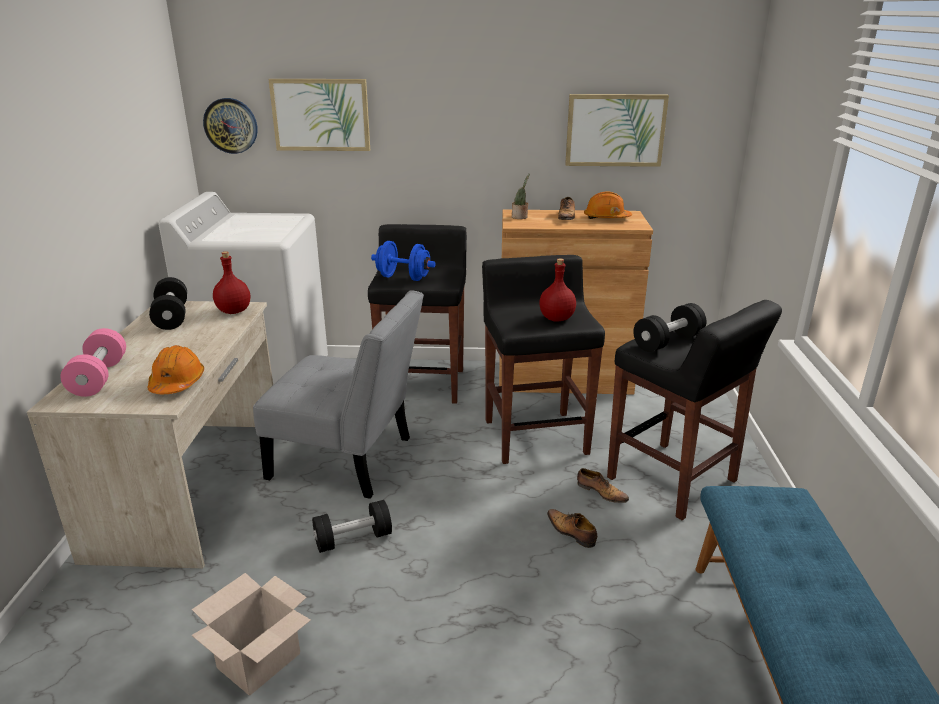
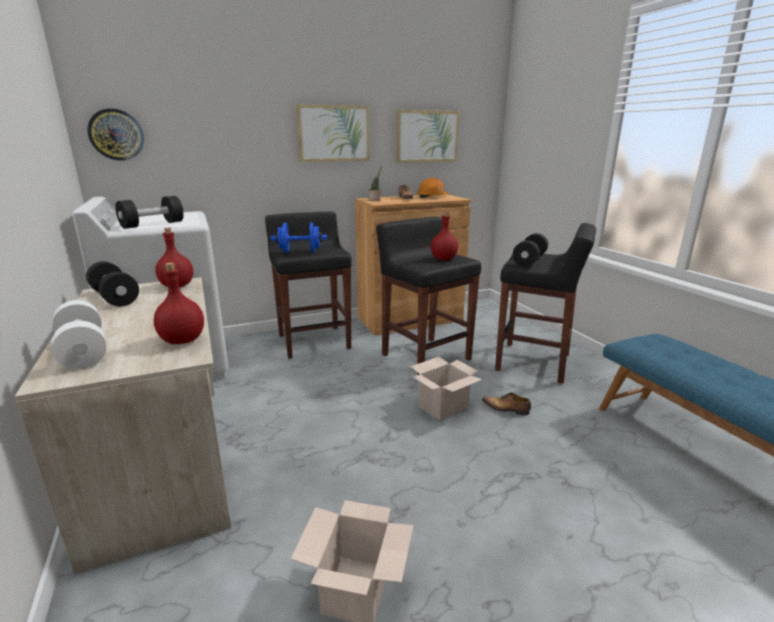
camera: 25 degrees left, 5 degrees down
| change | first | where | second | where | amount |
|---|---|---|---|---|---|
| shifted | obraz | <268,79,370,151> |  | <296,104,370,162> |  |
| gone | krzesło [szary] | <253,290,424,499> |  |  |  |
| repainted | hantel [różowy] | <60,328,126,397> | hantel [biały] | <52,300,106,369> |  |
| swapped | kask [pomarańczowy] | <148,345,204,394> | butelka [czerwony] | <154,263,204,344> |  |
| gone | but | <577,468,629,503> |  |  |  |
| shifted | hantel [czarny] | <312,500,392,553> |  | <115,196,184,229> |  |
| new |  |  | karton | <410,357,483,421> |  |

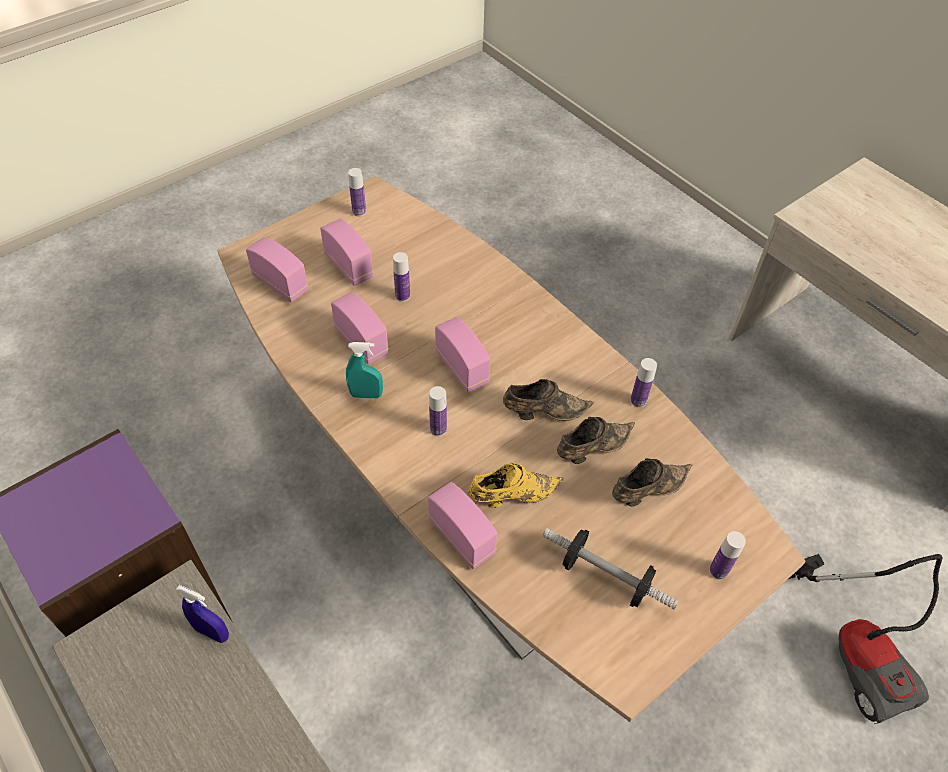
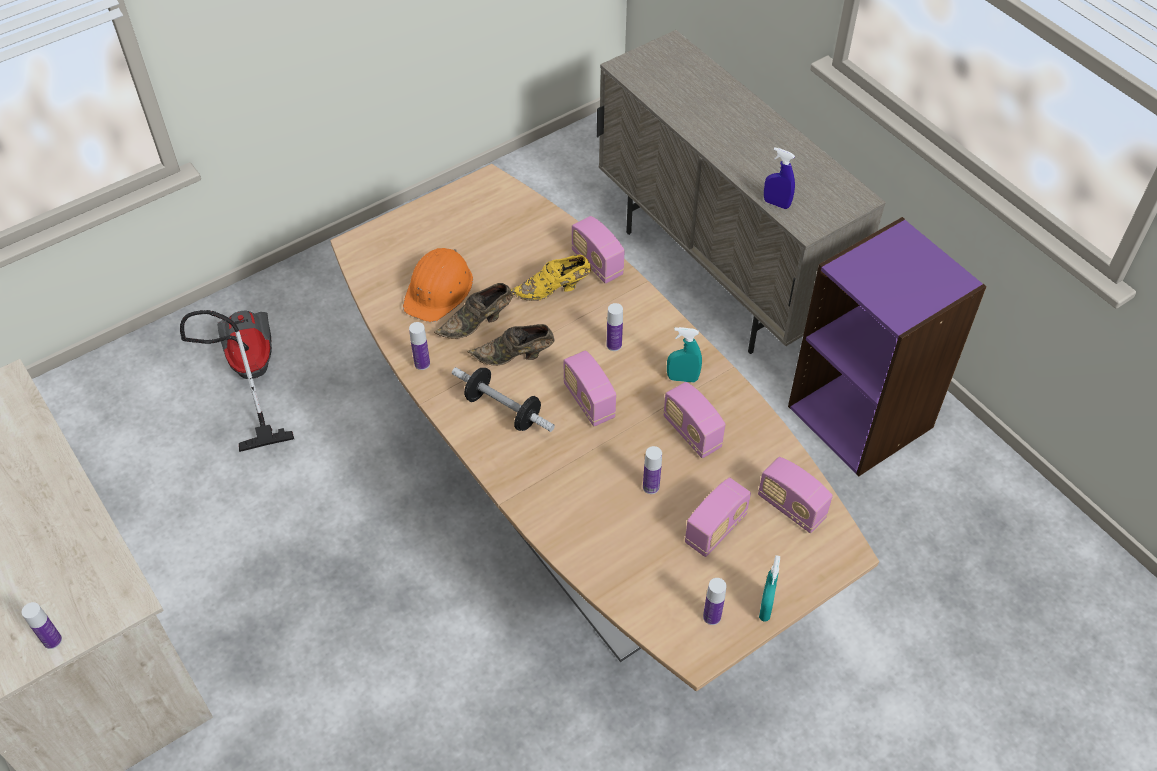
camera: 175 degrees left, 0 degrees up
| change | first | where | second | where | amount |
|---|---|---|---|---|---|
| rotated | radio | <320,219,373,286> |  | <685,477,751,557> | 105 degrees counterclockwise |
| swapped | but [brązowy] | <612,458,692,506> | kask [pomarańczowy] | <403,248,473,322> |  |
| shifted | hantel | <543,528,678,610> |  | <452,367,555,432> |  |
| shifted | butelka | <709,531,746,580> |  | <22,602,62,649> |  |
| new |  |  | spryskiwacz [turkusowy] | <759,555,780,622> |  |

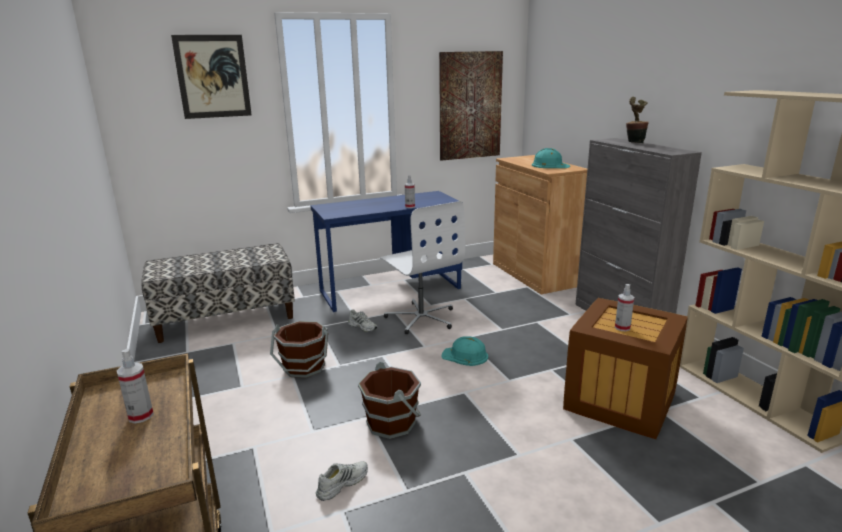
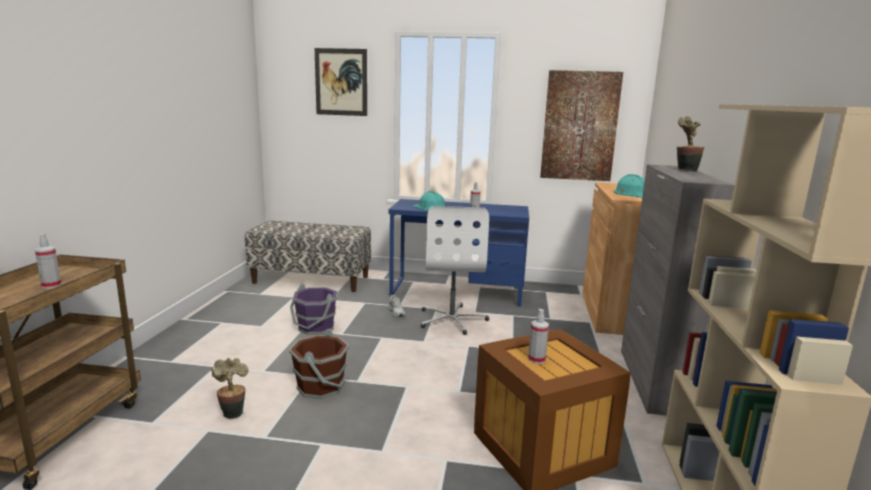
camera: 30 degrees right, 5 degrees down
| change | first | where | second | where | amount |
|---|---|---|---|---|---|
| repainted | wiadro [brązowy] | <270,321,328,378> | wiadro [fioletowy] | <290,284,338,335> |  |
| shifted | kask [turkusowy] | <441,336,488,366> |  | <413,191,445,211> |  |
| swapped | but [biały] | <316,461,368,501> | roślina doniczkowa | <211,358,248,419> |  |

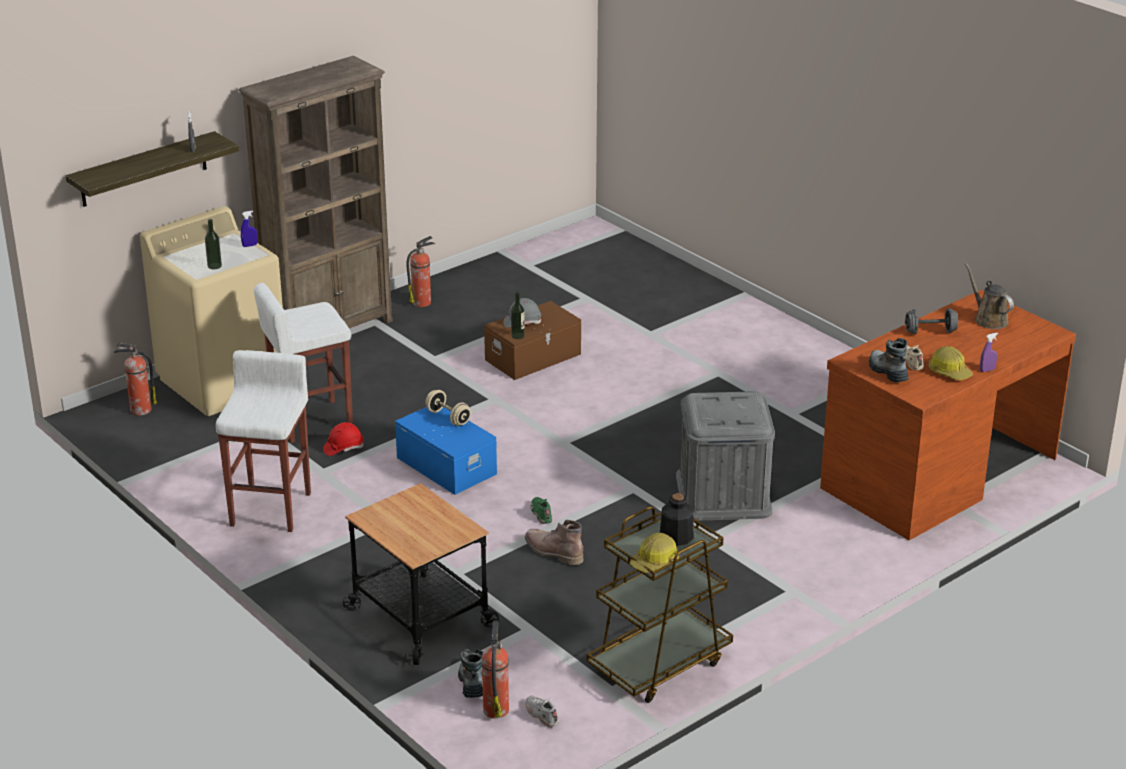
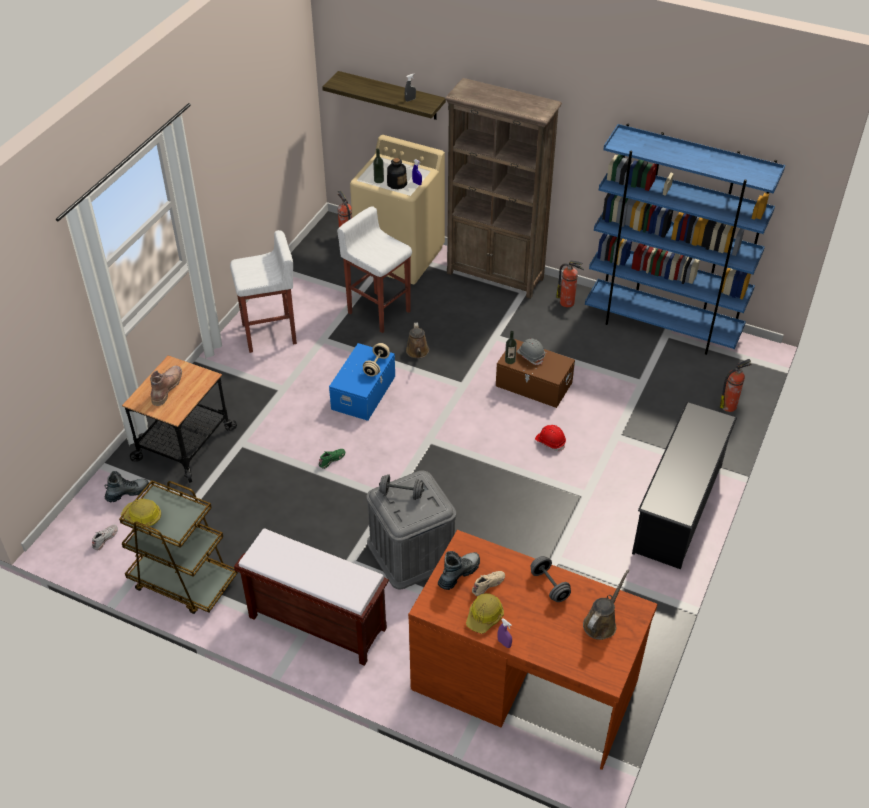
camera: 65 degrees right, 15 degrees up
| change | first | where | second | where | amount |
|---|---|---|---|---|---|
| shifted | kask [czerwony] | <323,422,364,456> |  | <535,425,566,451> |  |
| shifted | butelka | <660,493,694,546> |  | <387,158,407,189> |  |
| shifted | but z cholewką [brązowy] | <525,520,584,565> |  | <150,366,182,406> |  |
| shifted | gaśnica | <481,622,509,718> |  | <720,359,752,412> |  |
| new |  |  | regał [niebieski] | <585,124,785,355> |  |
| new |  |  | konewka [brązowy] | <406,322,429,358> |  |
| new |  |  | regał na buty [czarny] | <632,402,737,569> |  |
| new |  |  | hantel [szary] | <379,474,424,500> |  |
| new |  |  | ławka [brązowy] | <234,528,389,666> |  |

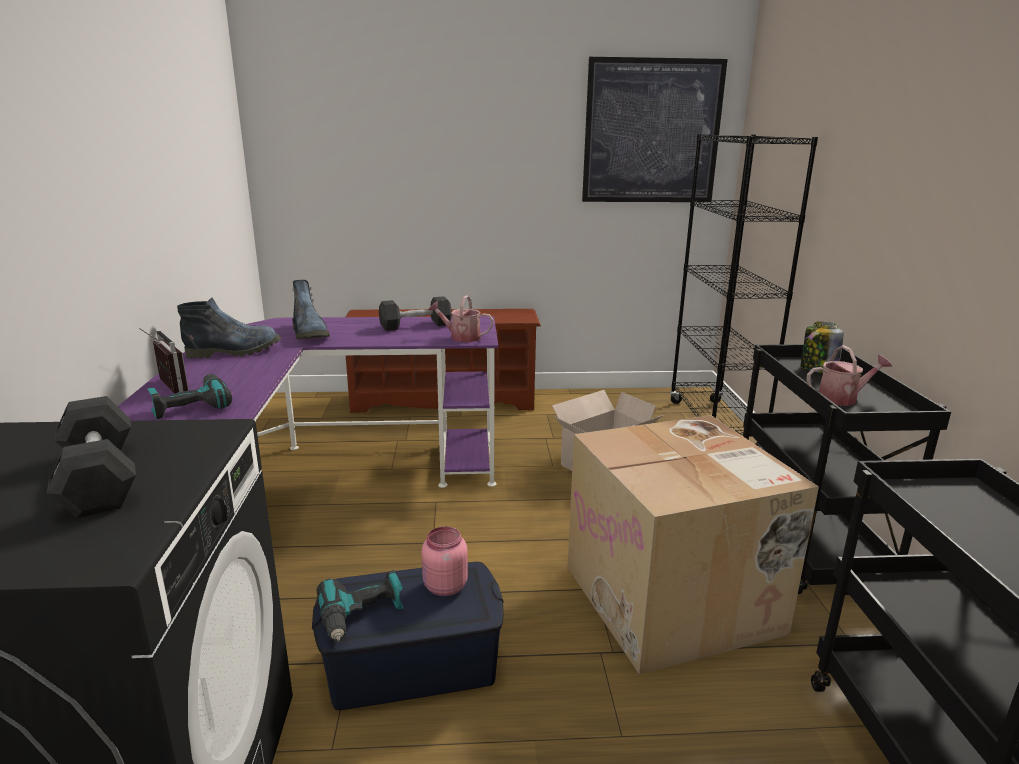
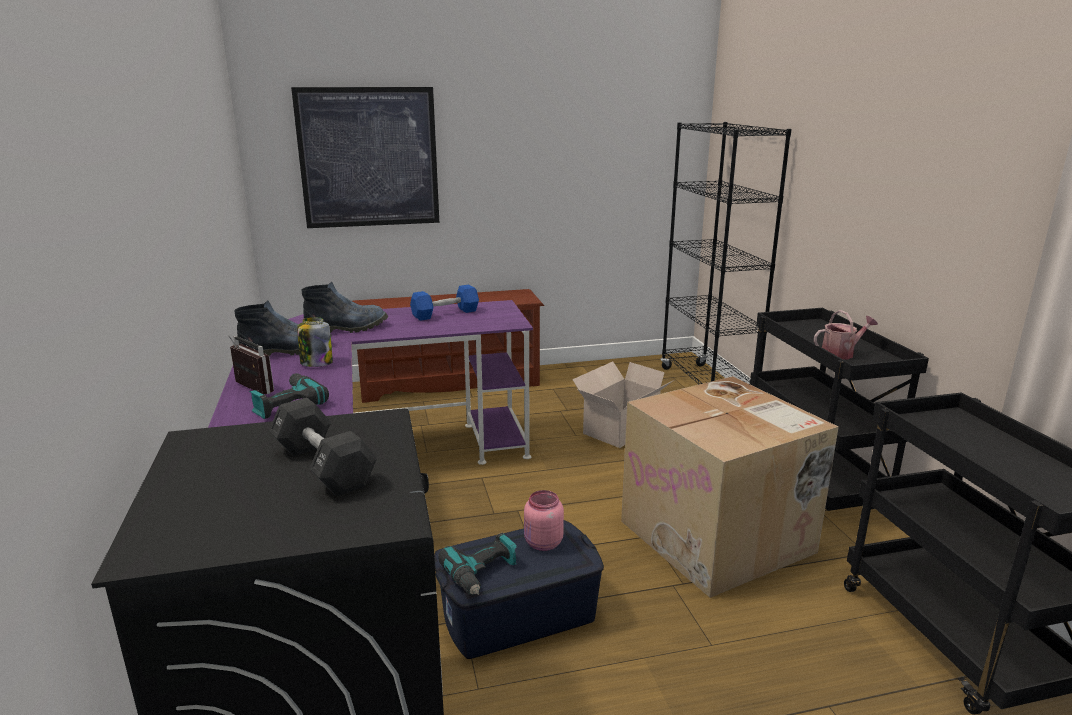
camera: 10 degrees left, 0 degrees up
| change | first | where | second | where | amount |
|---|---|---|---|---|---|
| shifted | obraz | <582,57,728,202> |  | <291,87,439,228> |  |
| rotated | but z cholewką | <292,280,330,339> |  | <302,281,388,334> | 75 degrees counterclockwise |
| gone | konewka | <428,295,494,342> |  |  |  |
| repainted | hantel [czarny] | <379,296,452,331> | hantel [niebieski] | <410,284,479,321> |  |
| shifted | słoik | <800,321,844,373> |  | <297,317,333,367> |  |

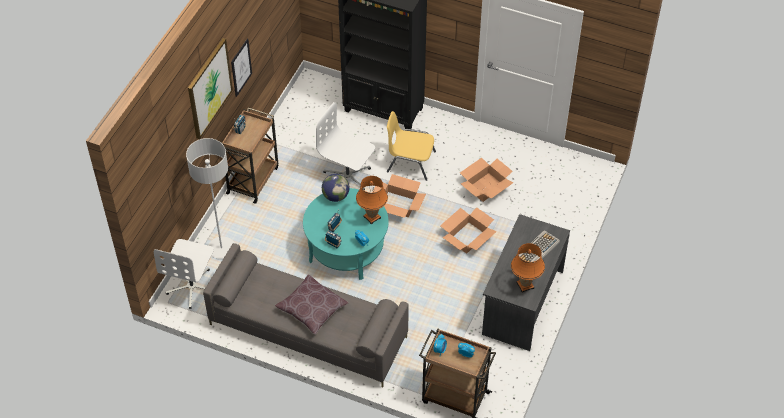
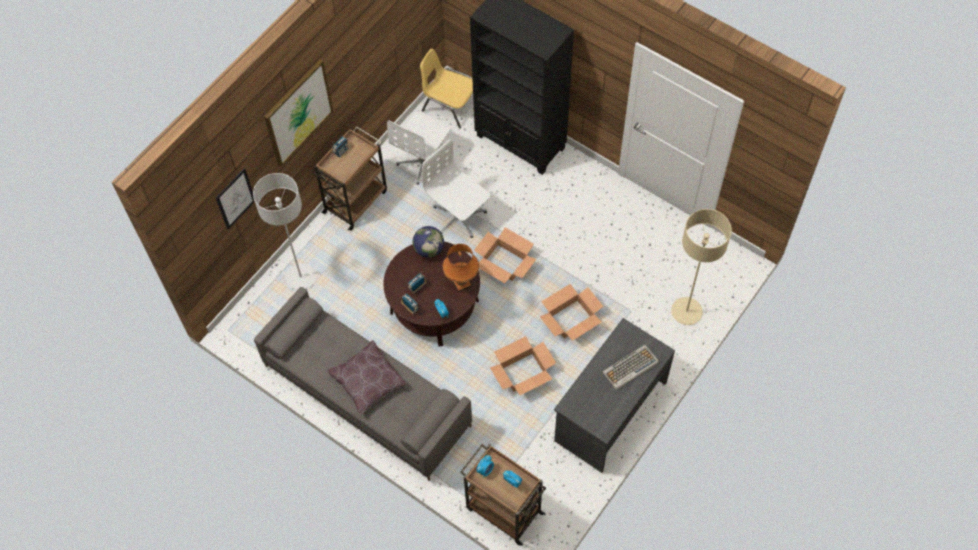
camera: 15 degrees right, 10 degrees up
| change | first | where | second | where | amount |
|---|---|---|---|---|---|
| shifted | obraz | <231,39,252,97> |  | <216,168,255,229> |  |
| shifted | krzesło [żółty] | <387,111,436,181> |  | <420,49,473,129> |  |
| shifted | karton | <460,158,514,202> |  | <490,336,556,395> |  |
| repainted | ława [turkusowy] | <303,188,389,280> | ława [brązowy] | <383,242,480,347> |  |
| shifted | krzesło biurowe [biały] | <154,239,214,309> |  | <387,112,451,185> |  |
| gone | lampa stołowa [pomarańczowy] | <511,243,545,293> |  |  |  |
| new |  |  | lampa stojąca [beżowy] | <671,209,732,325> |  |

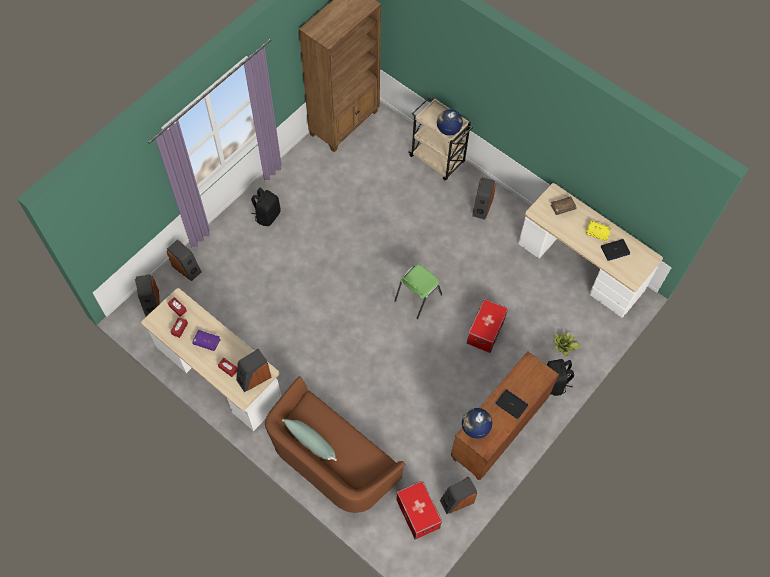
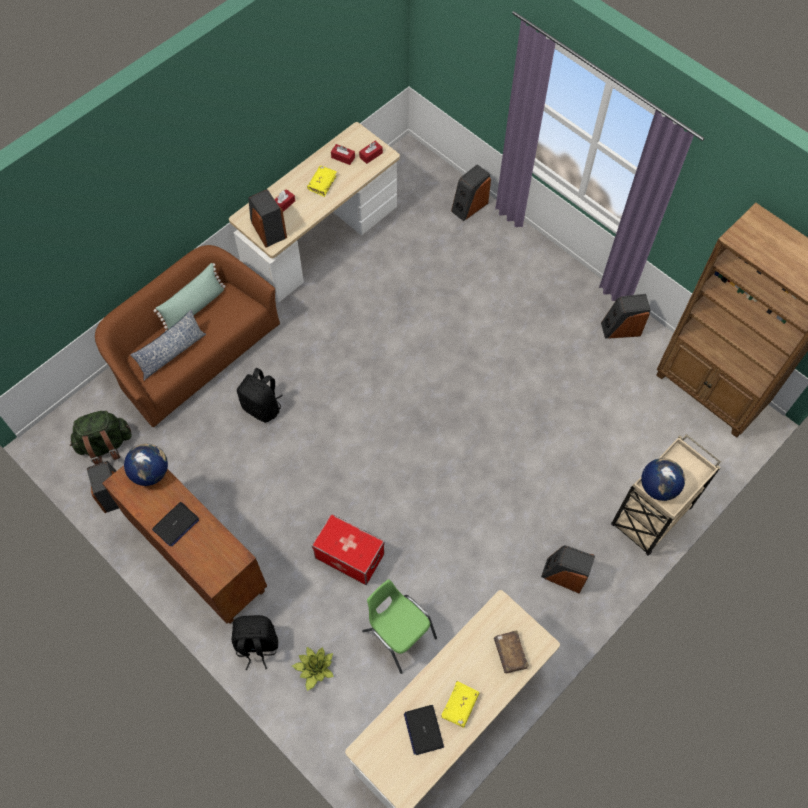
camera: 95 degrees right, 0 degrees up
| change | first | where | second | where | amount |
|---|---|---|---|---|---|
| shifted | plecak [czarny] | <251,188,280,226> |  | <237,368,283,423> |  |
| shifted | krzesło [zielony] | <394,265,442,319> |  | <362,579,437,674> |  |
| shifted | głośnik | <135,274,160,317> |  | <601,294,651,339> |  |
| repainted | książka [fioletowy] | <192,330,221,351> | książka [żółty] | <307,166,337,197> |  |
| swapped | pojemnik do przechowywania | <397,481,442,540> | plecak [zielony] | <70,411,132,465> |  |
| new |  |  | poduszka | <130,309,206,381> |  |

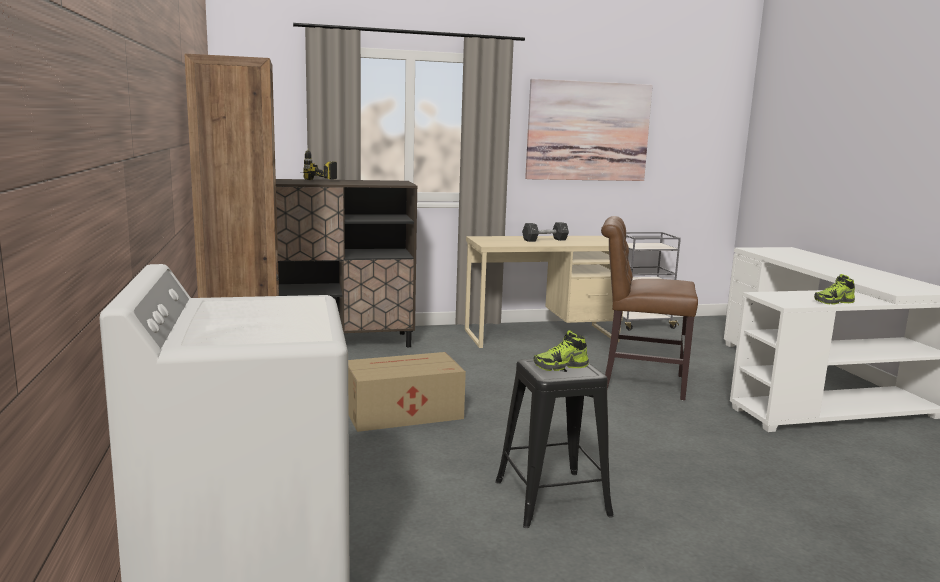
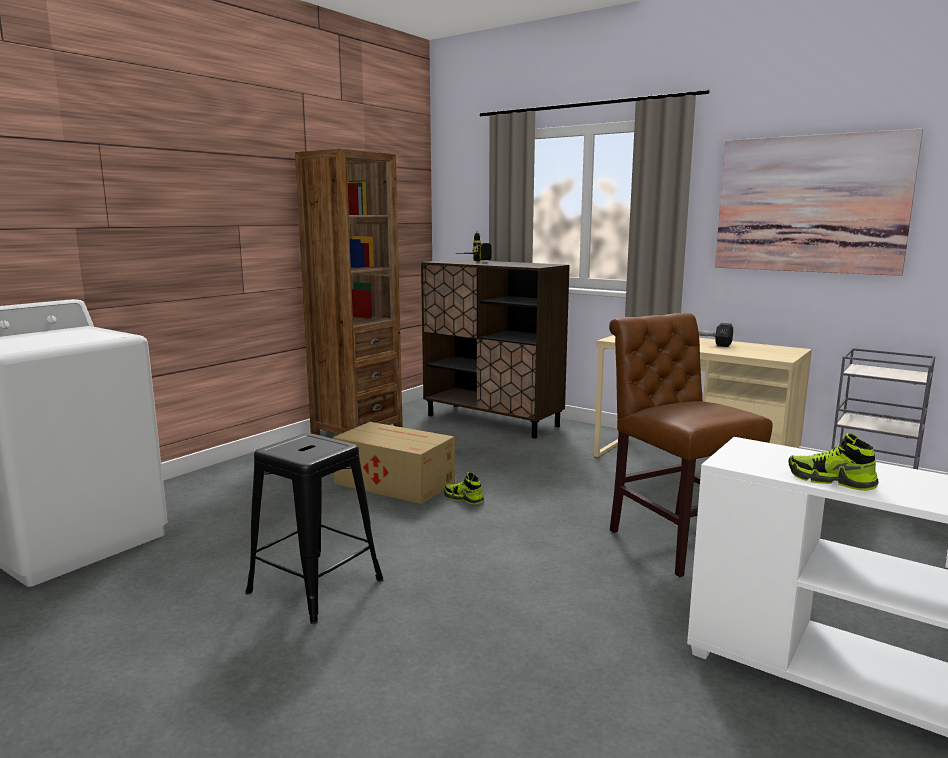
camera: 50 degrees right, 0 degrees up
| change | first | where | second | where | amount |
|---|---|---|---|---|---|
| shifted | but | <534,330,589,371> |  | <444,472,484,505> |  |

